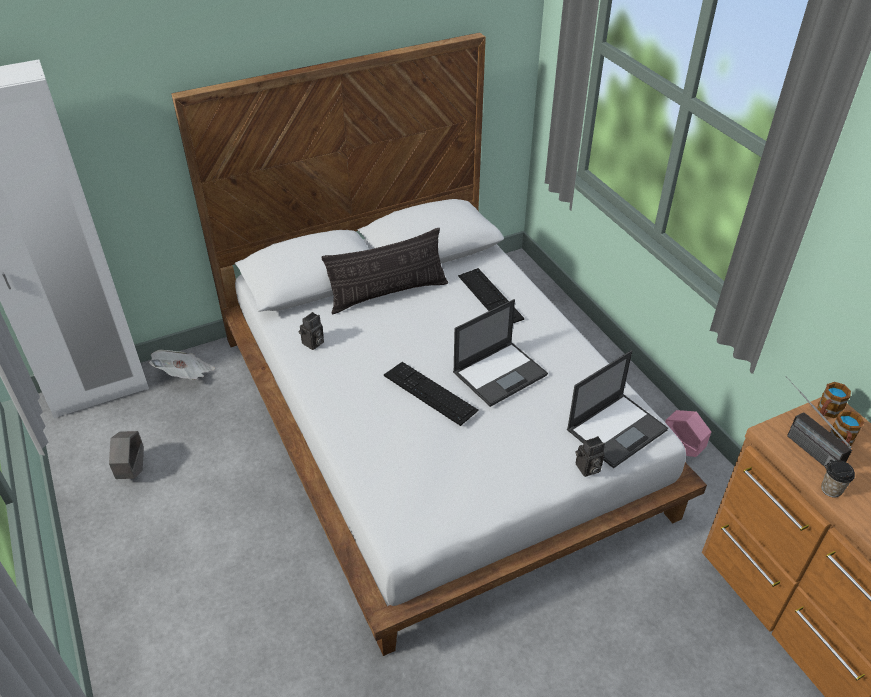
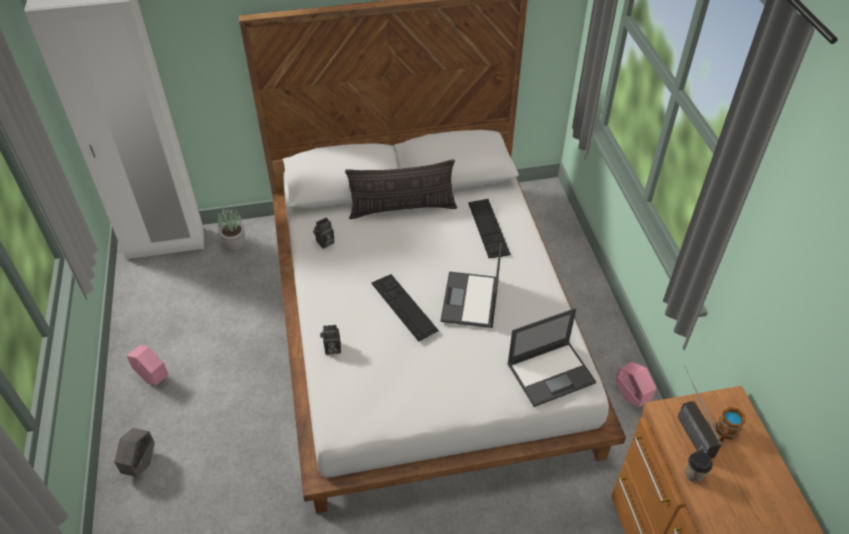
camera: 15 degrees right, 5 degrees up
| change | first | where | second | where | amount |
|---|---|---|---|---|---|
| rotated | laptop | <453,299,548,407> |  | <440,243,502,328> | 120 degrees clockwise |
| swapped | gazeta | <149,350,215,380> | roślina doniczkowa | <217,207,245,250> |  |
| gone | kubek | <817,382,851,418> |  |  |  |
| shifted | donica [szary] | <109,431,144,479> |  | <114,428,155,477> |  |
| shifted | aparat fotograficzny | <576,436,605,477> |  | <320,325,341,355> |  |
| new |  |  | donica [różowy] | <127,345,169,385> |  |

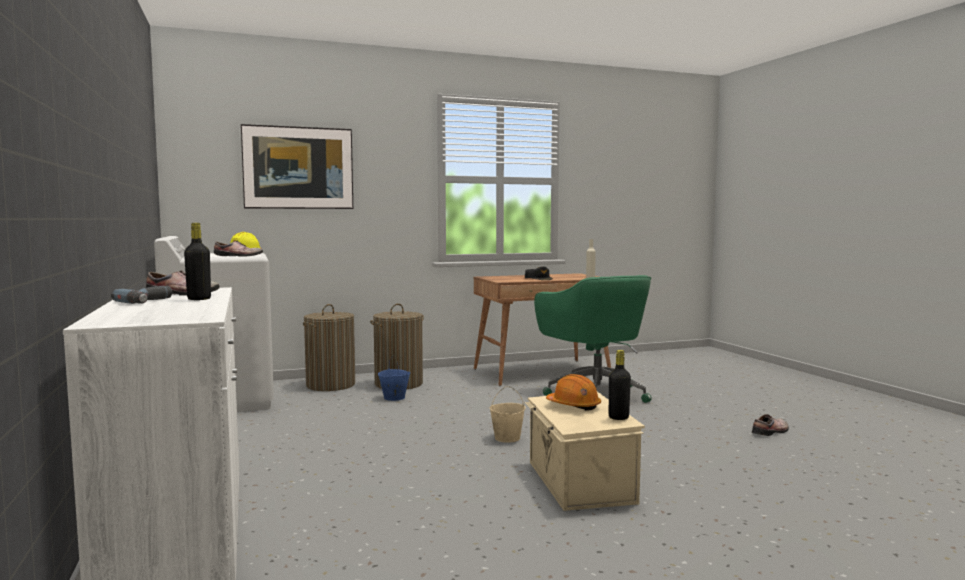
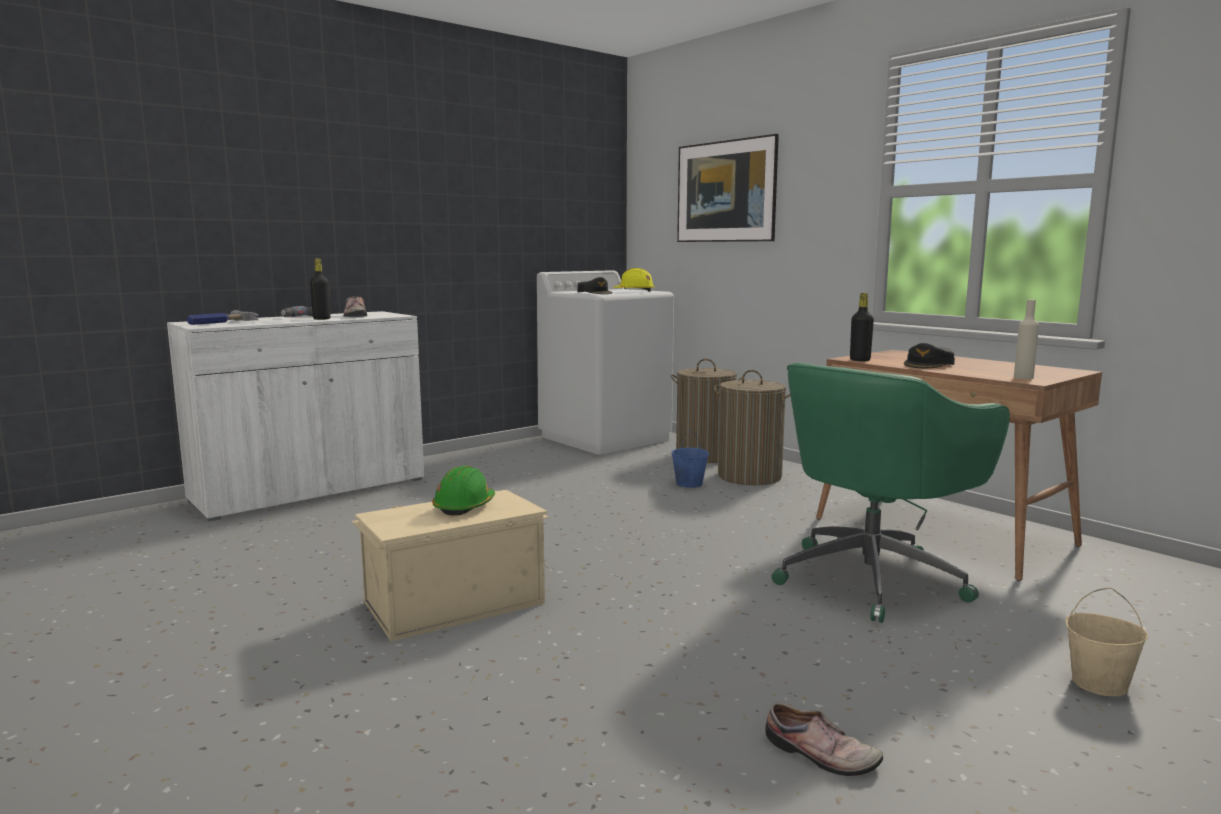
camera: 70 degrees right, 5 degrees up
| change | first | where | second | where | amount |
|---|---|---|---|---|---|
| swapped | but | <214,241,263,257> | czapka z daszkiem [czarny] | <577,277,613,294> |  |
| shifted | butelka [czarny] | <609,350,631,420> |  | <850,293,874,361> |  |
| repainted | kask [pomarańczowy] | <546,374,601,411> | kask [zielony] | <432,465,495,516> |  |
| shifted | wiadro [beżowy] | <489,386,525,443> |  | <1066,588,1148,696> |  |
| new |  |  | młotek | <187,310,259,325> |  |

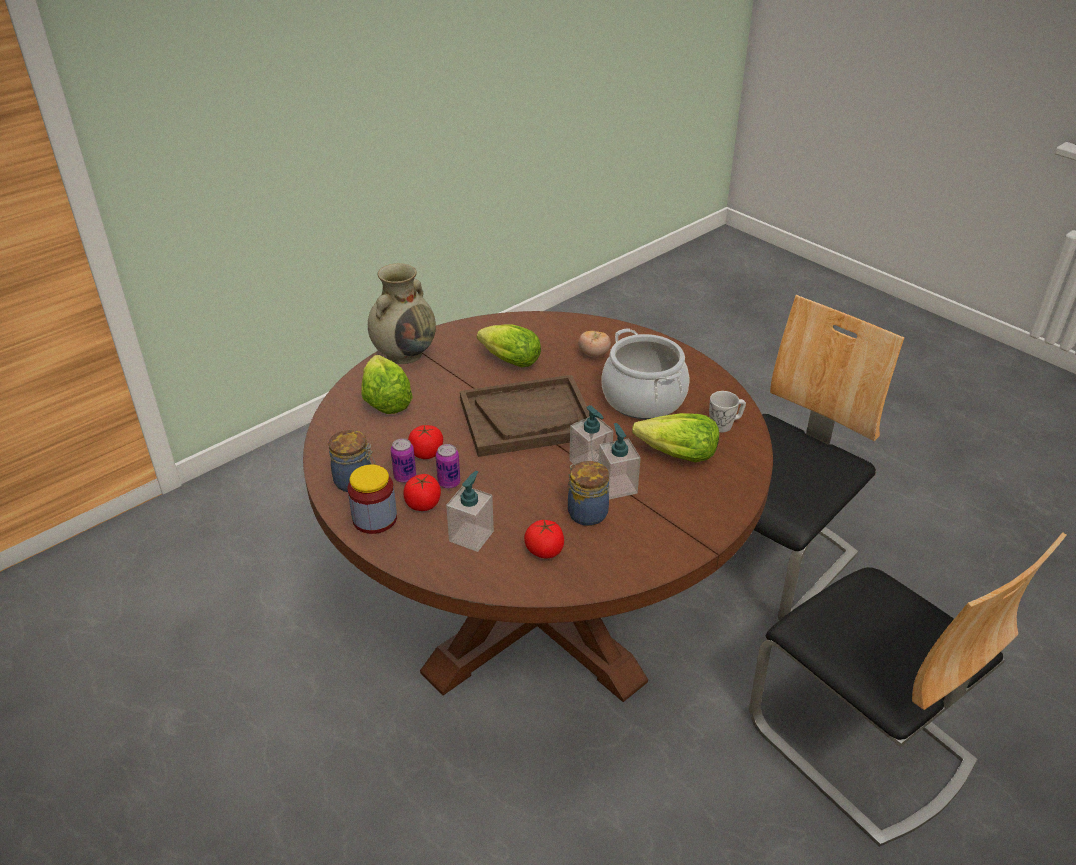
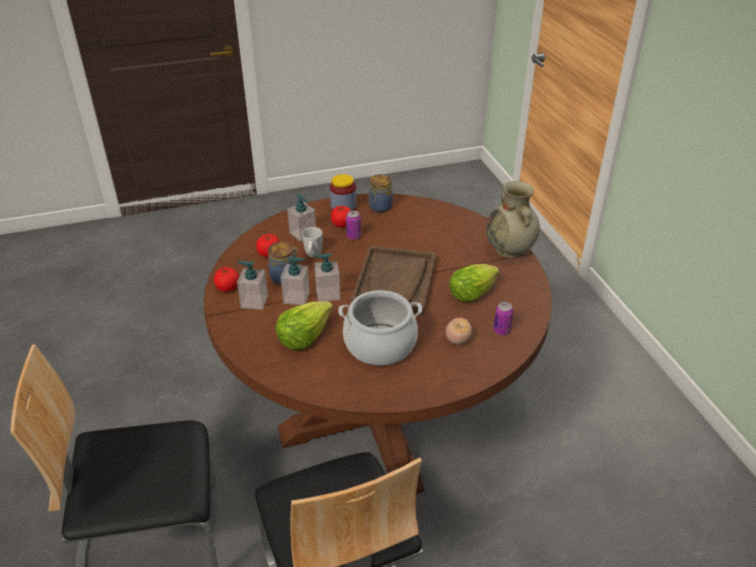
camera: 115 degrees right, 0 degrees up
| change | first | where | second | where | amount |
|---|---|---|---|---|---|
| gone | sałata | <361,355,413,414> |  |  |  |
| shifted | kubek [biały] | <709,391,746,432> |  | <302,227,323,257> |  |
| shifted | pomidor | <408,425,443,459> |  | <214,267,239,292> |  |
| shifted | puszka | <391,438,416,483> |  | <493,302,513,335> |  |
| new |  |  | dozownik mydła | <237,261,268,310> |  |

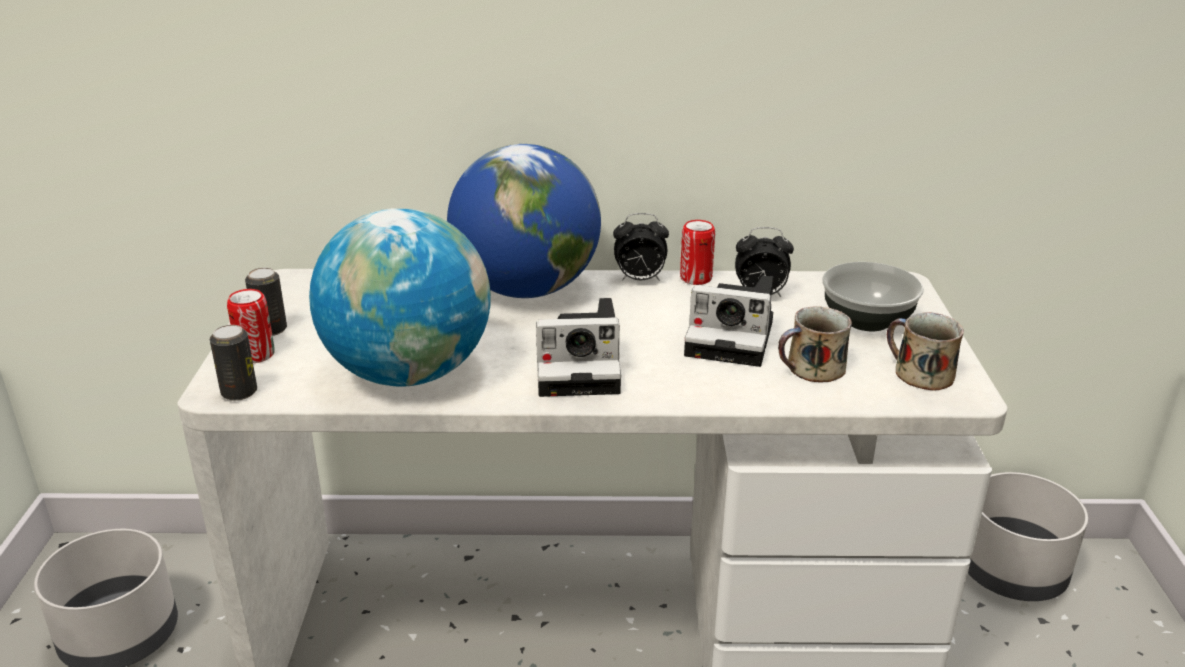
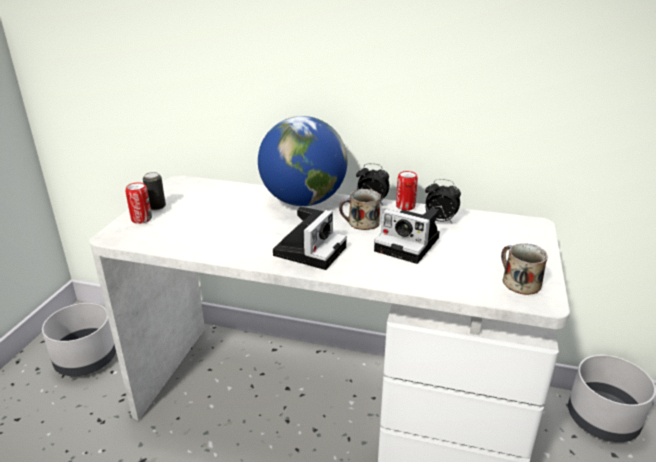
camera: 15 degrees right, 0 degrees up
| change | first | where | second | where | amount |
|---|---|---|---|---|---|
| gone | globus | <309,208,491,387> |  |  |  |
| gone | miska | <822,262,924,331> |  |  |  |
| rotated | aparat fotograficzny | <536,298,621,397> |  | <273,206,347,270> | 75 degrees counterclockwise |
| shifted | kubek | <778,306,852,382> |  | <339,189,381,230> |  |
| gone | puszka | <210,325,257,401> |  |  |  |

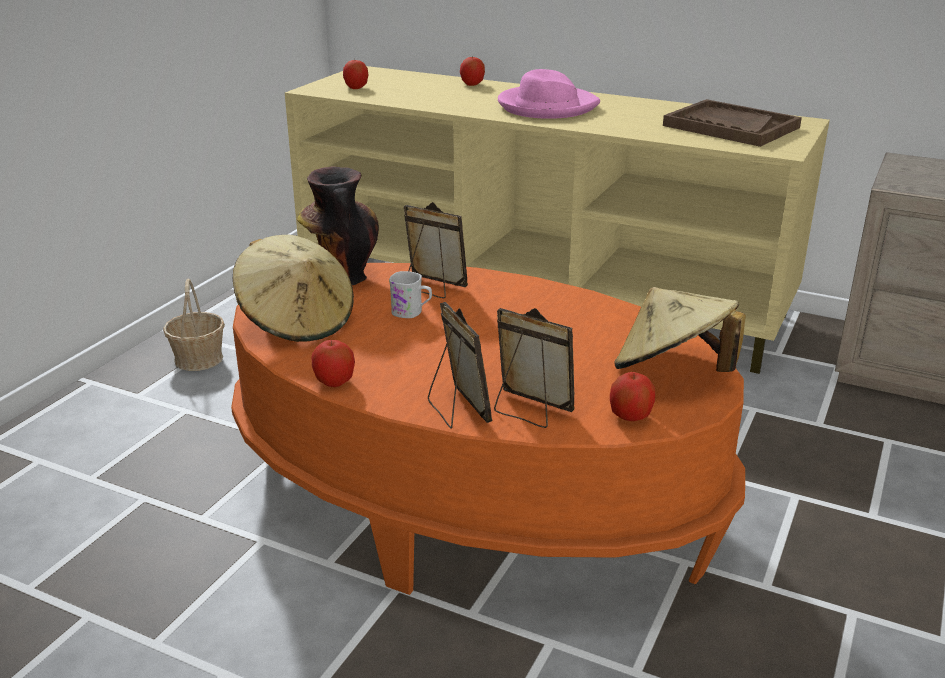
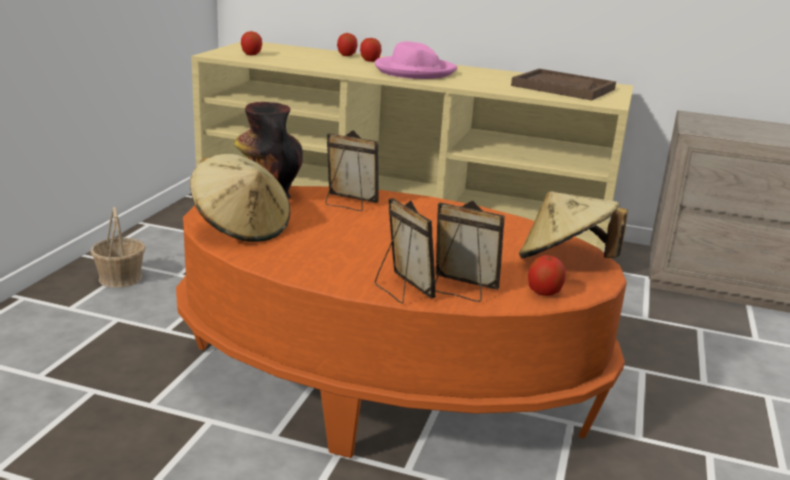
camera: 10 degrees left, 5 degrees down
| change | first | where | second | where | amount |
|---|---|---|---|---|---|
| gone | kubek [biały] | <389,271,432,318> |  |  |  |
| shifted | jabłko | <312,340,355,387> |  | <360,38,381,62> |  |

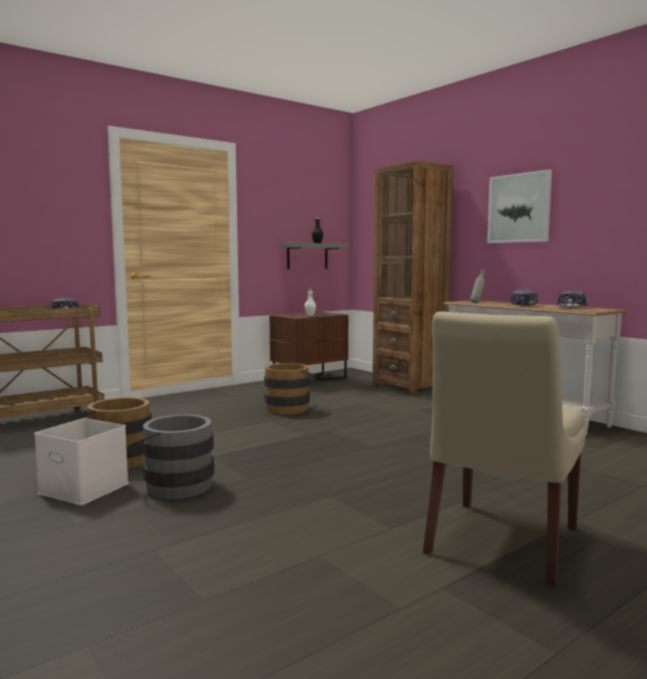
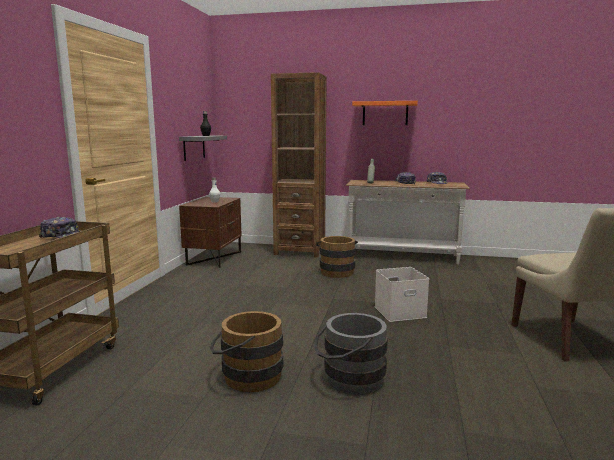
camera: 40 degrees left, 5 degrees up
| change | first | where | second | where | amount |
|---|---|---|---|---|---|
| swapped | obraz | <487,169,552,243> | półka [pomarańczowy] | <352,101,418,125> |  |
| shifted | wiadro [brązowy] | <264,363,317,415> |  | <316,236,358,278> |  |
| shifted | pojemnik do przechowywania [biały] | <34,418,129,505> |  | <375,267,429,322> |  |

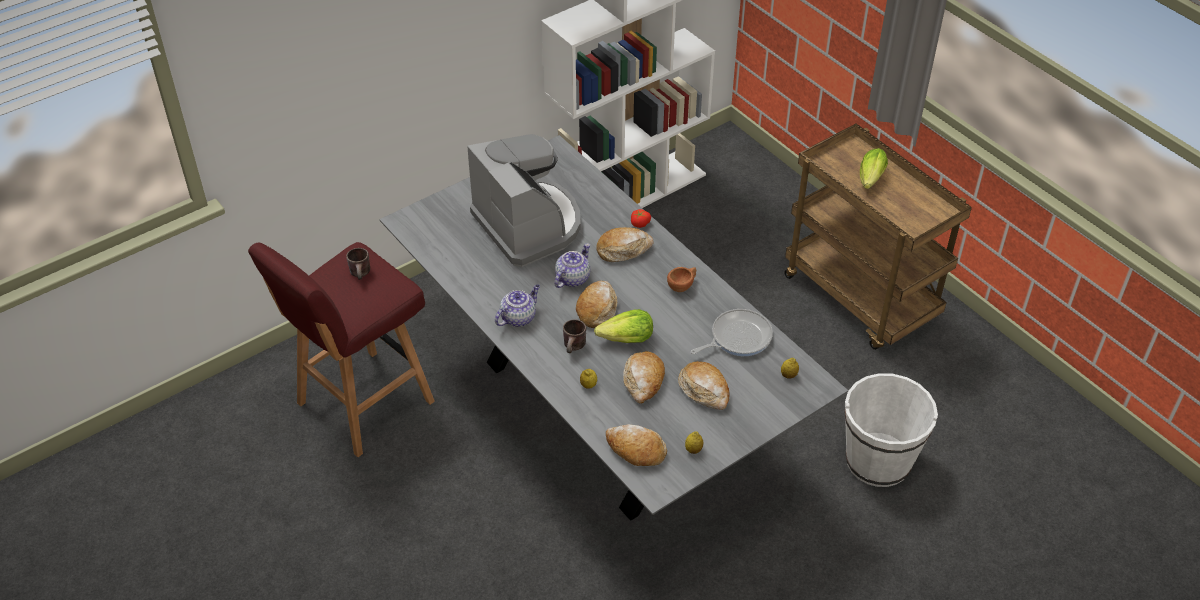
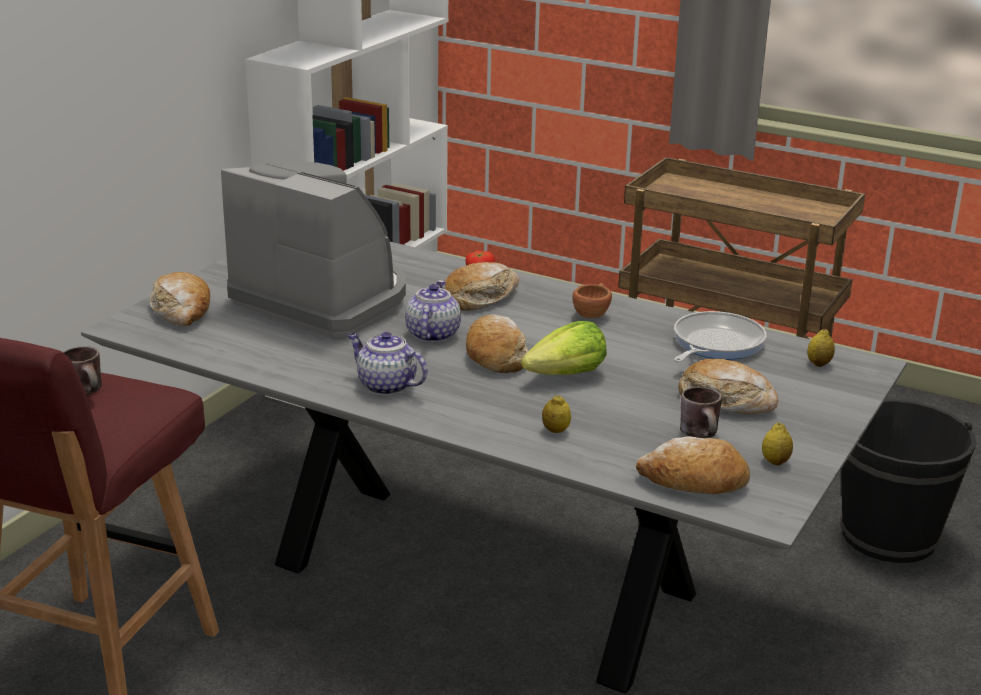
camera: 25 degrees left, 20 degrees down
| change | first | where | second | where | amount |
|---|---|---|---|---|---|
| gone | sałata | <860,148,888,189> |  |  |  |
| rotated | imbryk | <495,285,540,327> |  | <347,332,427,395> | 75 degrees counterclockwise |
| shifted | kubek [brązowy] | <563,319,586,353> |  | <680,387,722,438> |  |
| shifted | chleb | <623,351,665,404> |  | <150,272,210,326> |  |
| repainted | wiadro [biały] | <845,373,938,487> | wiadro [czarny] | <841,399,976,563> |  |

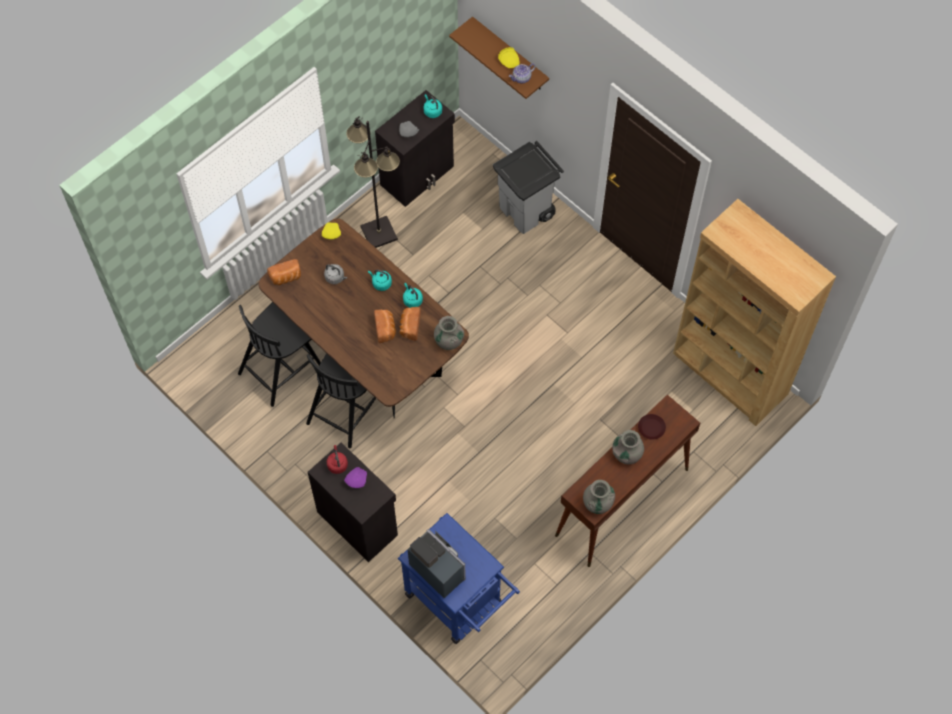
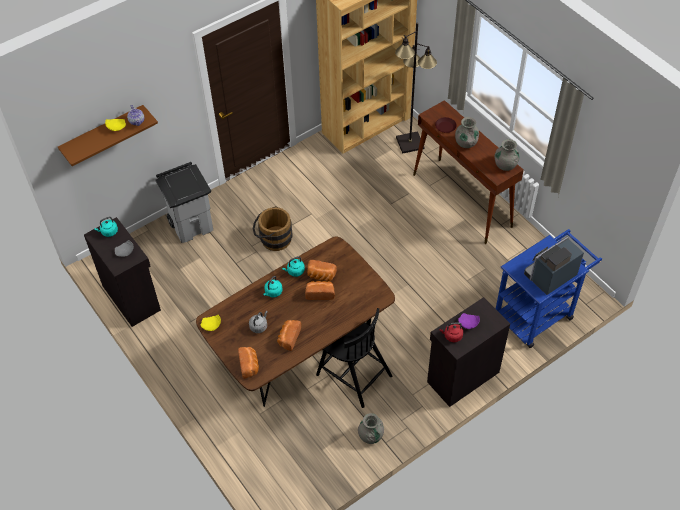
camera: 80 degrees left, 10 degrees down
| change | first | where | second | where | amount |
|---|---|---|---|---|---|
| shifted | lampa stojąca [czarny] | <346,116,400,248> |  | <395,23,437,154> |  |
| gone | krzesło [czarny] | <238,302,321,407> |  |  |  |
| shifted | wazon [szary] | <434,316,464,350> |  | <358,413,384,444> |  |
| new |  |  | wiadro [brązowy] | <253,206,292,251> |  |
| new |  |  | chleb | <277,320,301,351> |  |

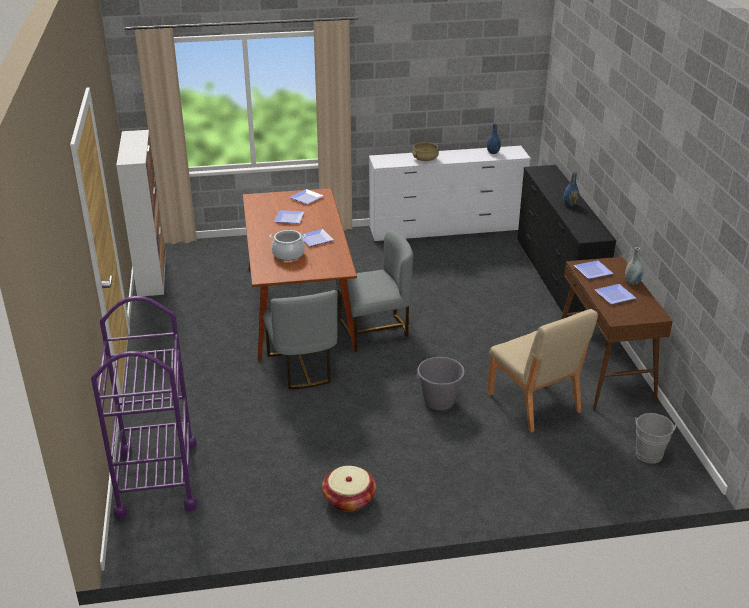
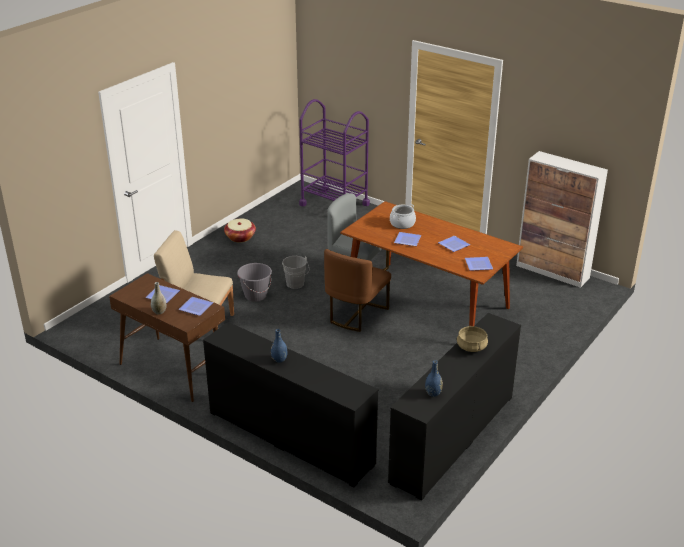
camera: 135 degrees right, 0 degrees up
| change | first | where | second | where | amount |
|---|---|---|---|---|---|
| repainted | komoda [biały] | <369,146,531,241> | komoda [czarny] | <388,313,521,501> |  |
| repainted | krzesło [szary] | <336,231,413,352> | krzesło [brązowy] | <324,249,391,332> |  |
| shifted | wiadro [szary] | <635,413,676,464> |  | <282,256,309,289> |  |

